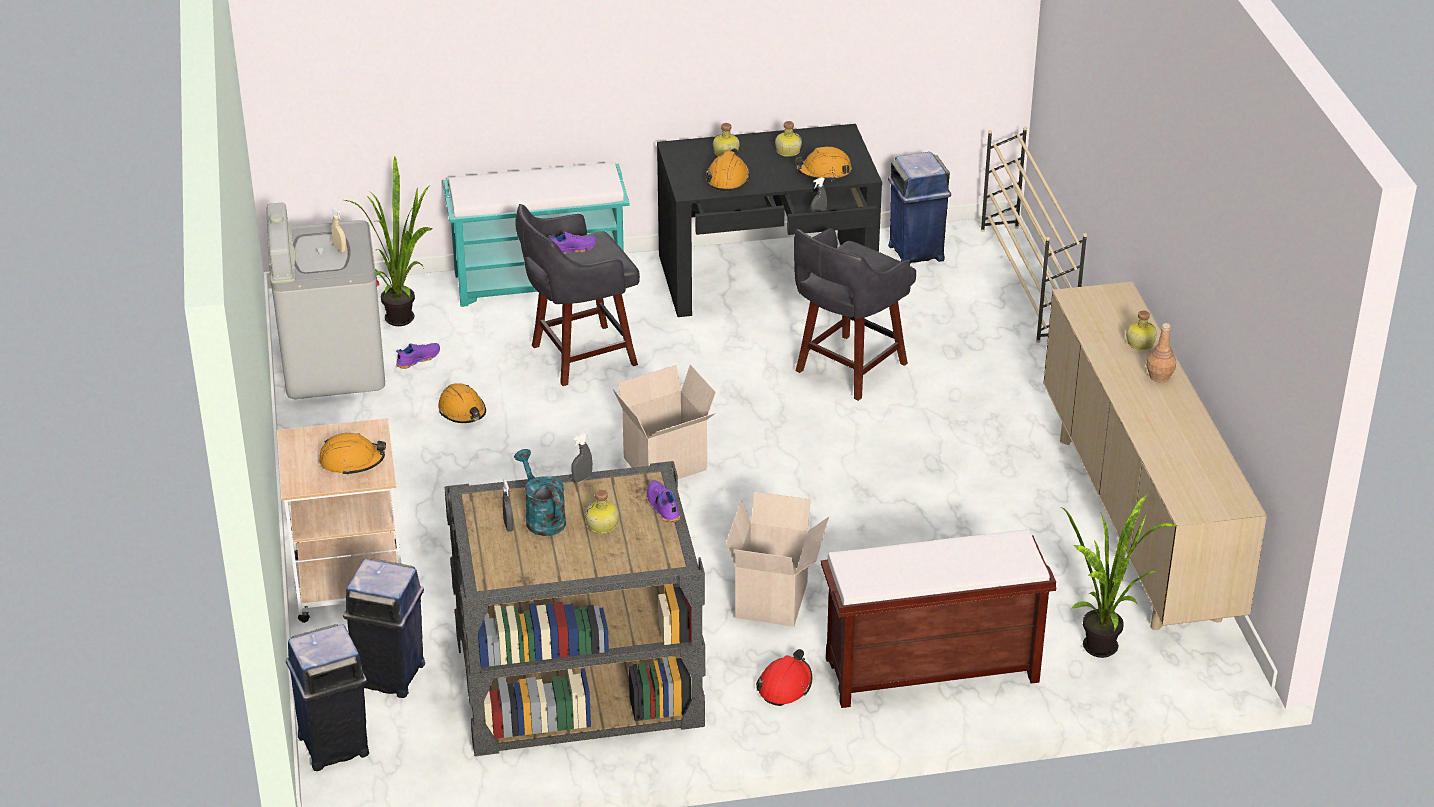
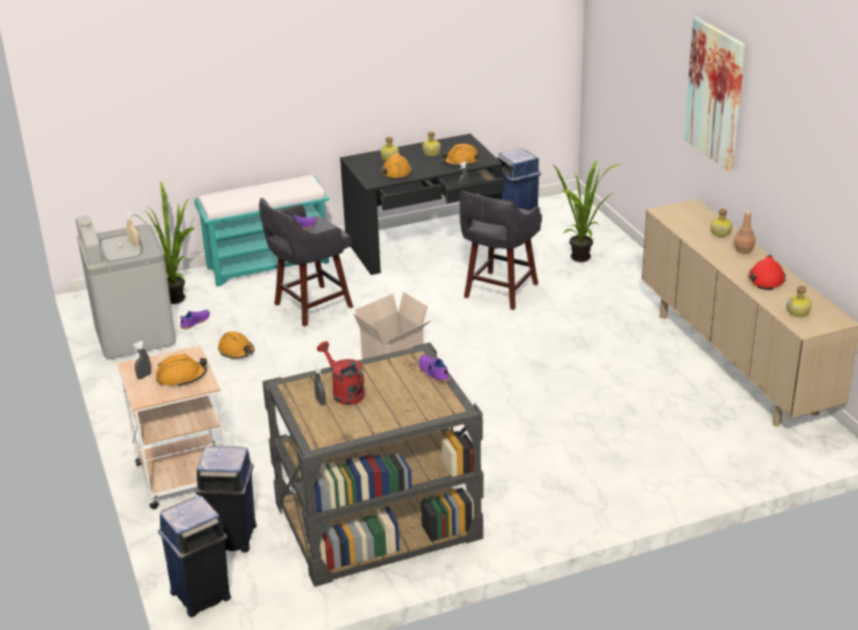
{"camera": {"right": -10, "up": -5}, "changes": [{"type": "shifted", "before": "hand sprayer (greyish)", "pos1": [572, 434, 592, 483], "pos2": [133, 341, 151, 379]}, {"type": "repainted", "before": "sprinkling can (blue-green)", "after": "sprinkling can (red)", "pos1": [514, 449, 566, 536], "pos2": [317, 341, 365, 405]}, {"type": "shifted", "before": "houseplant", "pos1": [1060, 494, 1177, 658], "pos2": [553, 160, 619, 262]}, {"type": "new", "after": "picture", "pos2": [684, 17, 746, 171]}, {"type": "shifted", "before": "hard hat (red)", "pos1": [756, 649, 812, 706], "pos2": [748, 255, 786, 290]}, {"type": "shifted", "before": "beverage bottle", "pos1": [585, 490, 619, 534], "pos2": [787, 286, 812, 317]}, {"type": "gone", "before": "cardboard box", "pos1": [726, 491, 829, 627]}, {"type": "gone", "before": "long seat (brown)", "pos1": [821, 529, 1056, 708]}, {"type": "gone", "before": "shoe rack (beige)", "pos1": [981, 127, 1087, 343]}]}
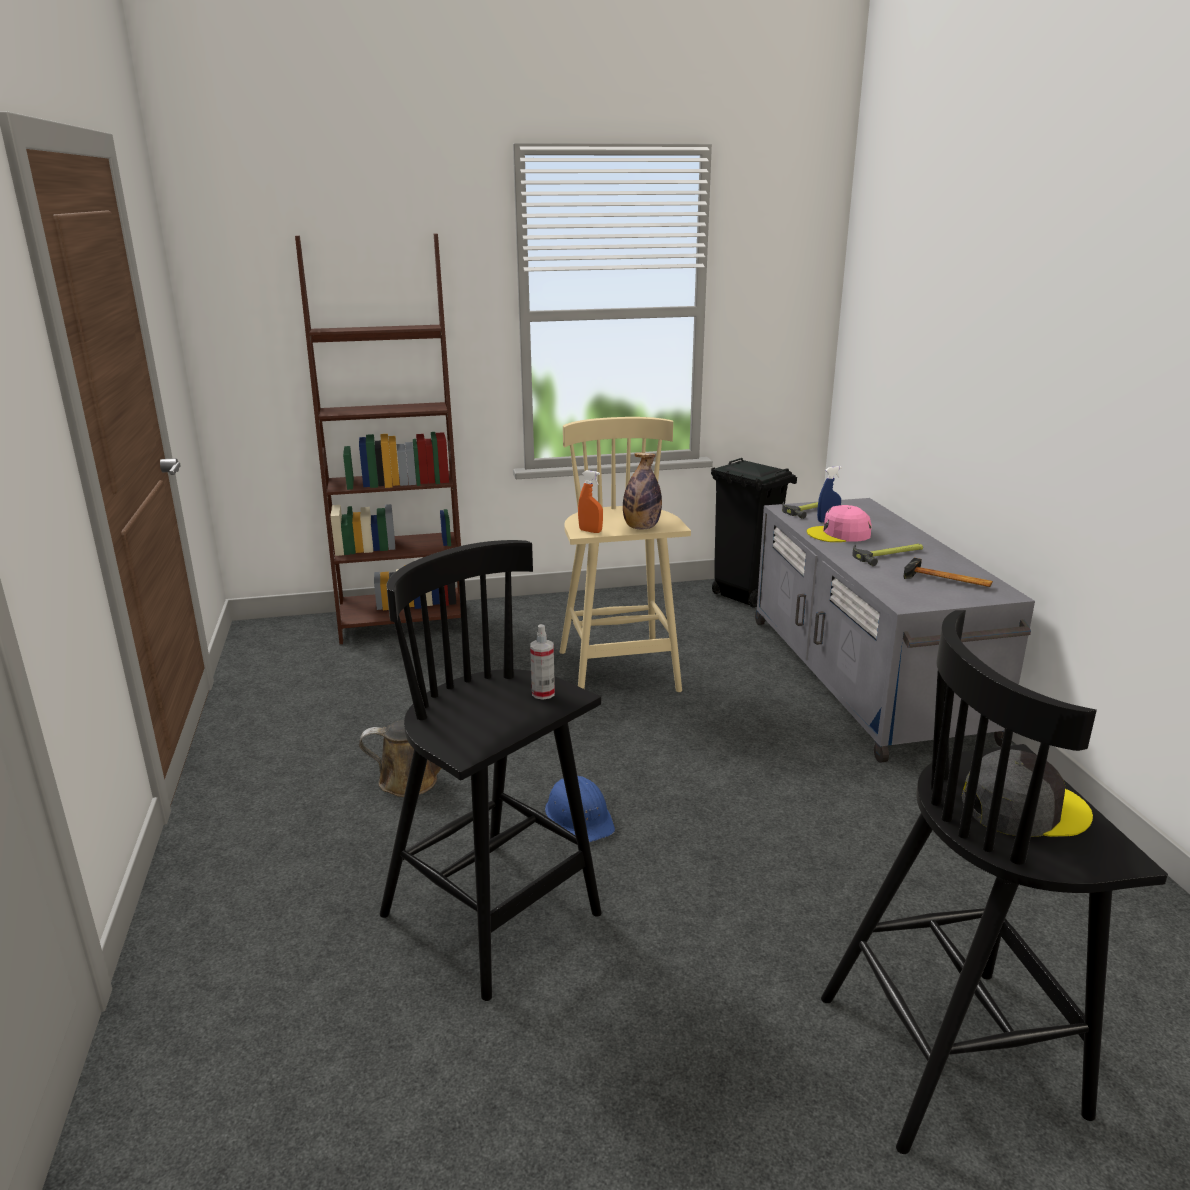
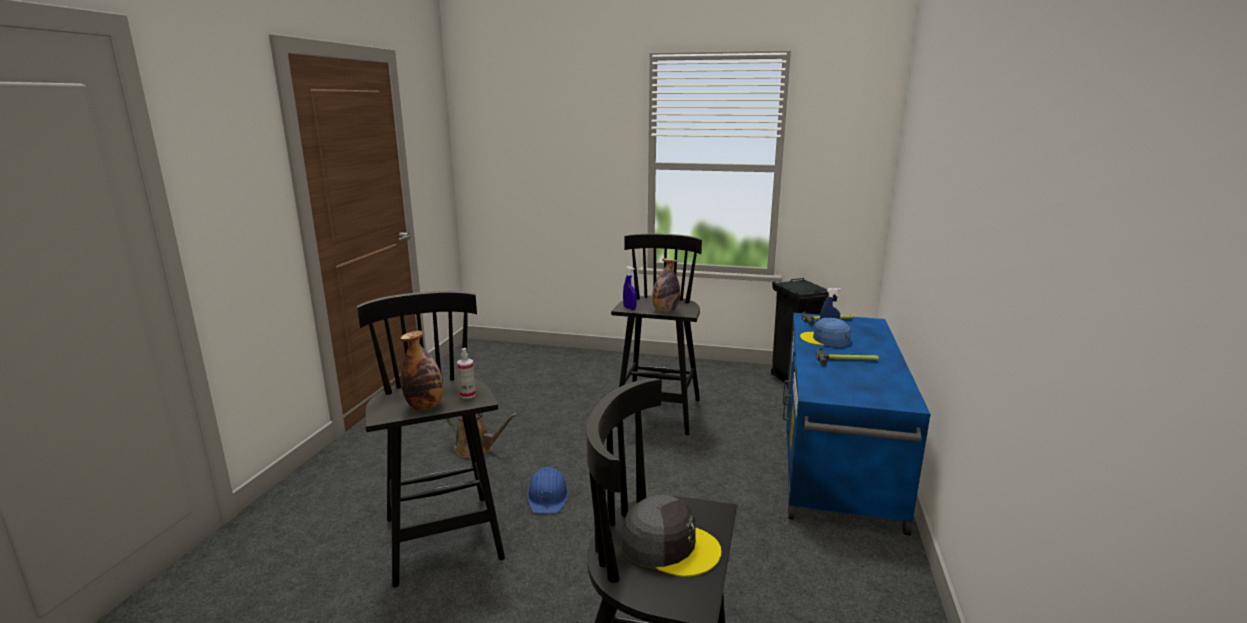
{"camera": {"right": 25, "up": -5}, "changes": [{"type": "new", "after": "beverage bottle", "pos2": [400, 330, 444, 410]}, {"type": "repainted", "before": "stool (beige)", "after": "stool (blackish)", "pos1": [560, 417, 691, 692], "pos2": [611, 233, 702, 435]}, {"type": "repainted", "before": "hand sprayer (orange)", "after": "hand sprayer (blue)", "pos1": [578, 470, 603, 533], "pos2": [623, 266, 637, 310]}, {"type": "repainted", "before": "cupboard (greyish)", "after": "cupboard (blue)", "pos1": [755, 498, 1035, 763], "pos2": [783, 313, 931, 536]}, {"type": "repainted", "before": "cap (pink-coloured)", "after": "cap (blue)", "pos1": [807, 505, 872, 542], "pos2": [800, 318, 851, 347]}, {"type": "gone", "before": "bookshelf (brown)", "pos1": [295, 233, 461, 644]}, {"type": "gone", "before": "hand hammer", "pos1": [903, 558, 993, 587]}]}
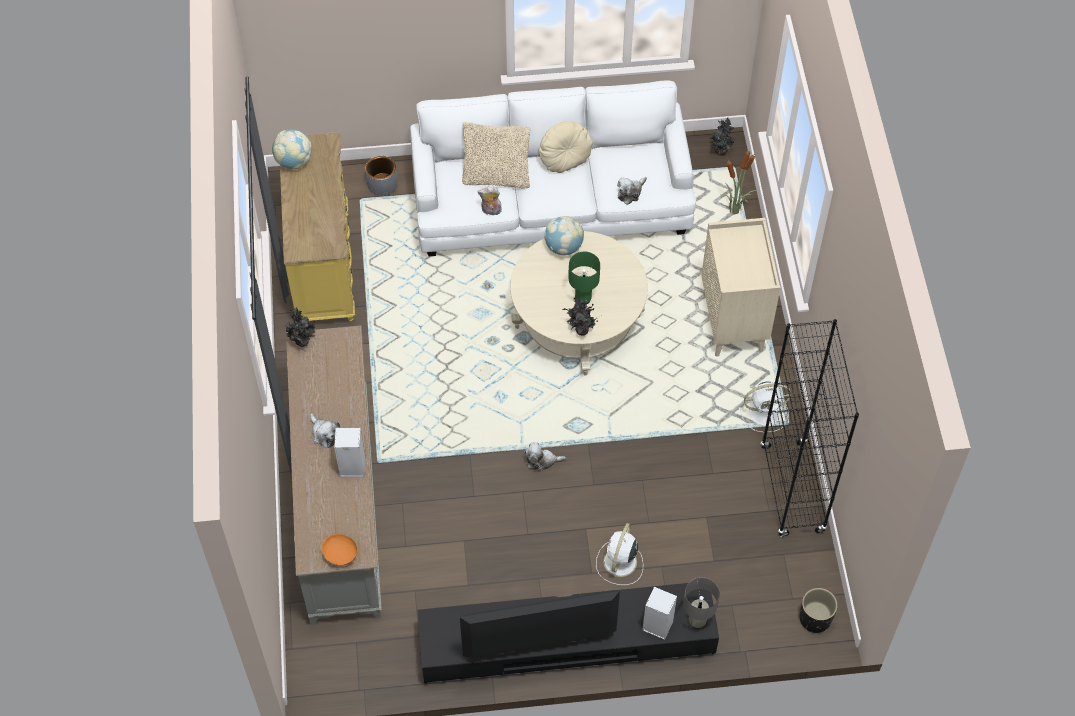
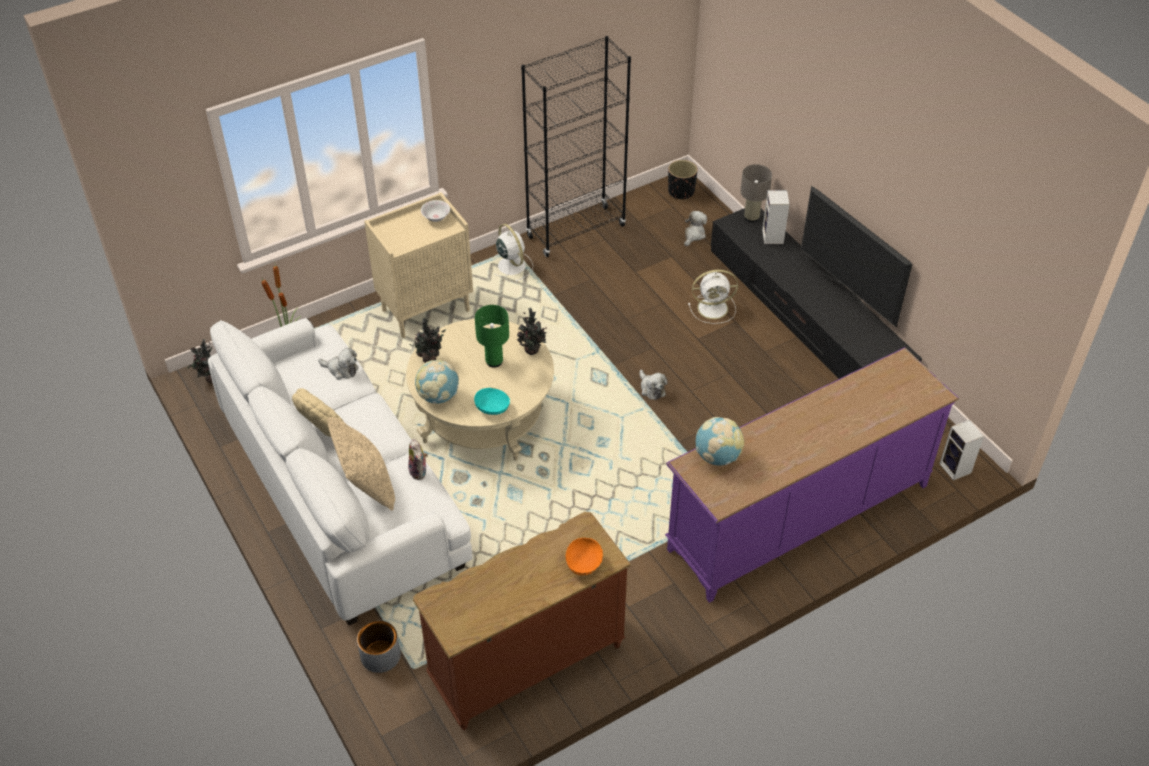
{"camera": {"right": -115, "up": -10}, "changes": [{"type": "shifted", "before": "houseplant", "pos1": [286, 307, 316, 347], "pos2": [409, 318, 446, 363]}, {"type": "repainted", "before": "chest of drawers (yellow-coloured)", "after": "chest of drawers (brown)", "pos1": [280, 132, 355, 322], "pos2": [413, 512, 631, 730]}, {"type": "new", "after": "serving bowl (whitish)", "pos2": [421, 200, 450, 222]}, {"type": "new", "after": "serving bowl (blue-green)", "pos2": [474, 388, 510, 415]}, {"type": "shifted", "before": "serving bowl (orange)", "pos1": [322, 534, 358, 565], "pos2": [566, 537, 603, 575]}, {"type": "repainted", "before": "cupboard (greyish)", "after": "cupboard (purple)", "pos1": [286, 325, 382, 625], "pos2": [665, 347, 959, 603]}, {"type": "shifted", "before": "cuddly toy", "pos1": [310, 413, 340, 448], "pos2": [684, 211, 707, 246]}, {"type": "shifted", "before": "globe", "pos1": [272, 129, 312, 169], "pos2": [696, 417, 744, 466]}, {"type": "shifted", "before": "speaker", "pos1": [334, 428, 365, 477], "pos2": [940, 420, 984, 481]}]}
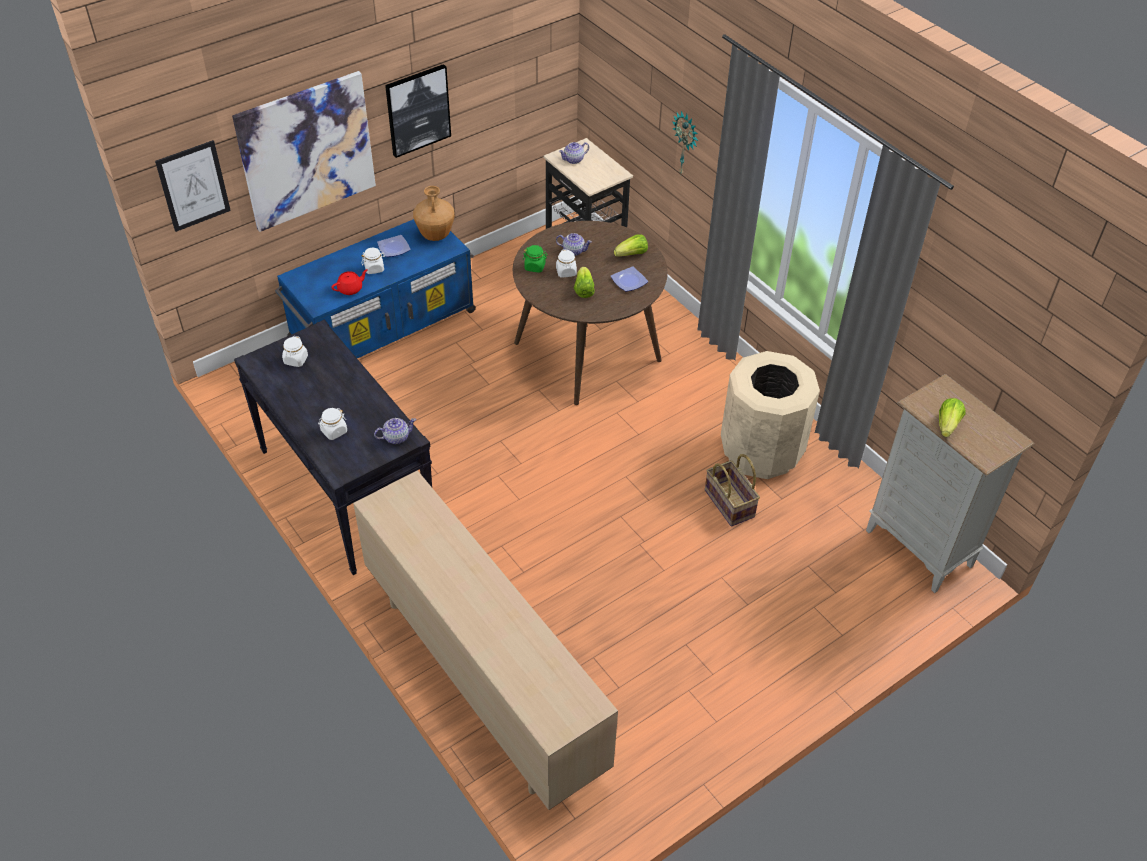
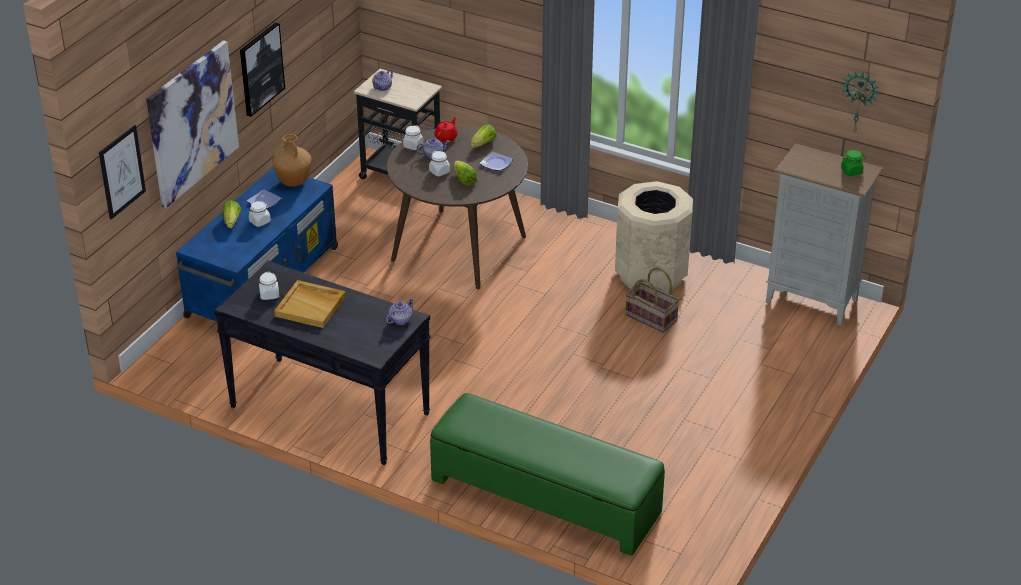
{"camera": {"right": -25, "up": -10}, "changes": [{"type": "shifted", "before": "lettuce head", "pos1": [939, 398, 966, 437], "pos2": [223, 200, 242, 228]}, {"type": "new", "after": "serving tray (beige)", "pos2": [274, 280, 346, 328]}, {"type": "shifted", "before": "storage jar (whitish)", "pos1": [318, 408, 347, 440], "pos2": [403, 125, 424, 150]}, {"type": "swapped", "before": "cupboard (beige)", "after": "long seat (green)", "pos1": [353, 470, 618, 810], "pos2": [430, 393, 665, 556]}, {"type": "shifted", "before": "teapot (red)", "pos1": [331, 269, 368, 295], "pos2": [435, 117, 458, 142]}, {"type": "shifted", "before": "storage jar (green)", "pos1": [523, 245, 548, 273], "pos2": [841, 150, 865, 176]}, {"type": "shifted", "before": "clock on the wall", "pos1": [672, 111, 698, 174], "pos2": [842, 72, 879, 133]}]}
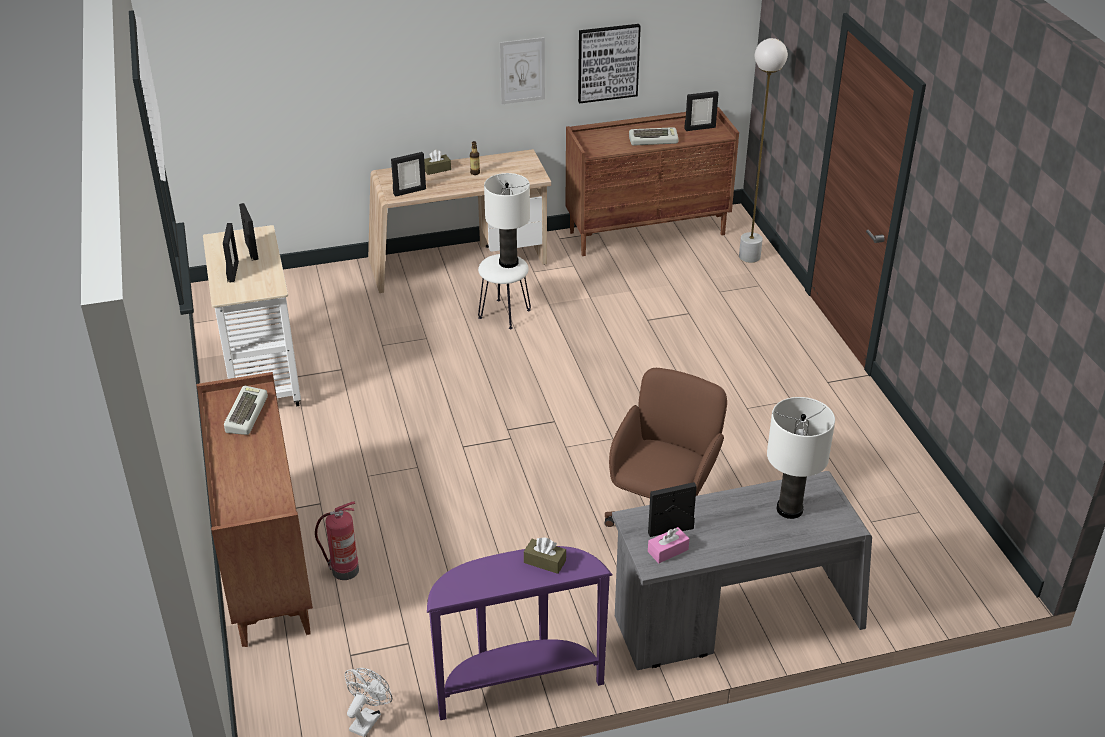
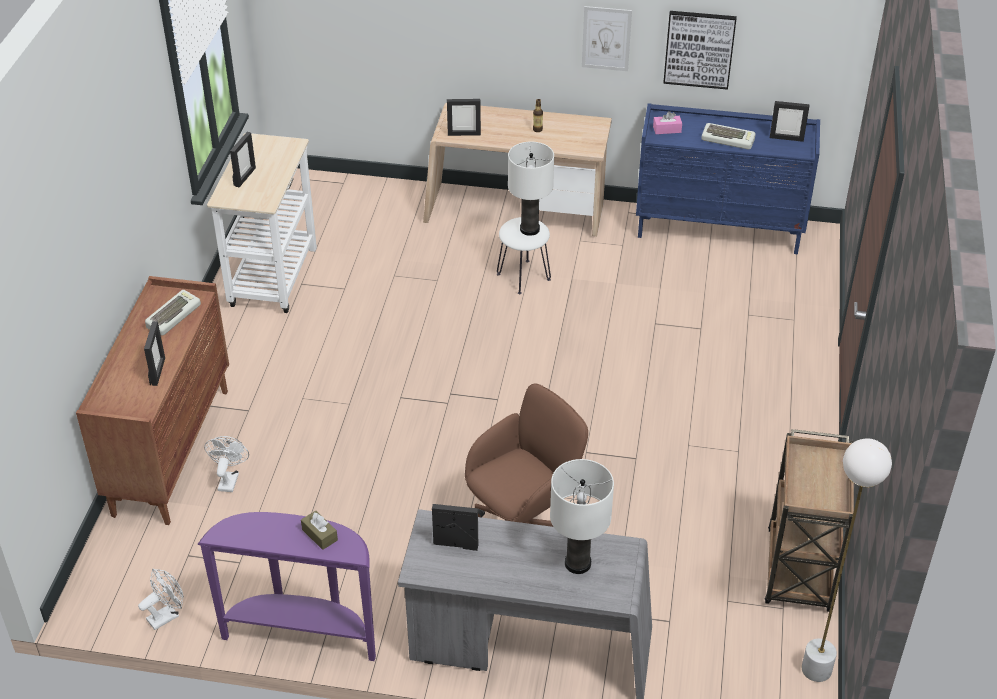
{"camera": {"right": 25, "up": 5}, "changes": [{"type": "shifted", "before": "photo frame", "pos1": [239, 203, 258, 261], "pos2": [144, 321, 165, 386]}, {"type": "swapped", "before": "fire-fighting cylinder", "after": "cooling fan (whitish)", "pos1": [315, 502, 359, 580], "pos2": [204, 436, 249, 492]}, {"type": "repainted", "before": "cupboard (brown)", "after": "cupboard (blue)", "pos1": [566, 107, 739, 256], "pos2": [636, 103, 820, 254]}, {"type": "shifted", "before": "tissue box (pink-coloured)", "pos1": [648, 527, 689, 563], "pos2": [653, 111, 682, 134]}, {"type": "new", "after": "wheeled cart (brown)", "pos2": [764, 429, 855, 612]}, {"type": "shifted", "before": "standing lamp (whitish)", "pos1": [739, 38, 788, 263], "pos2": [802, 438, 892, 682]}, {"type": "gone", "before": "tissue box (brown)", "pos1": [424, 150, 451, 175]}]}
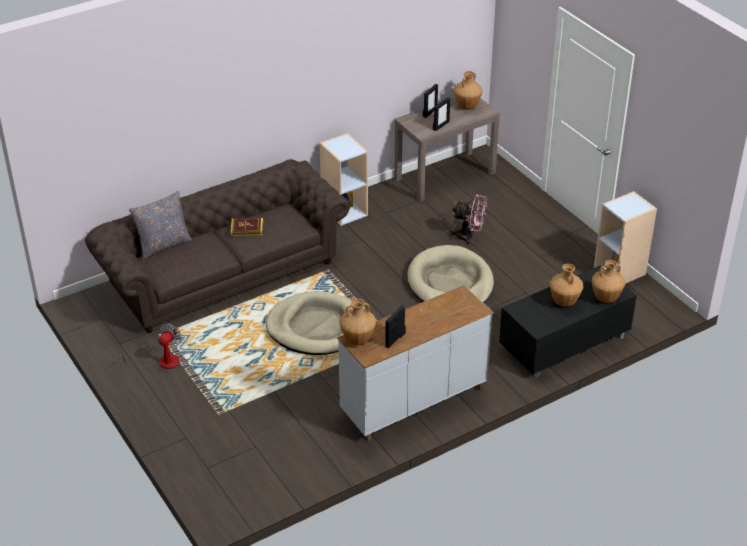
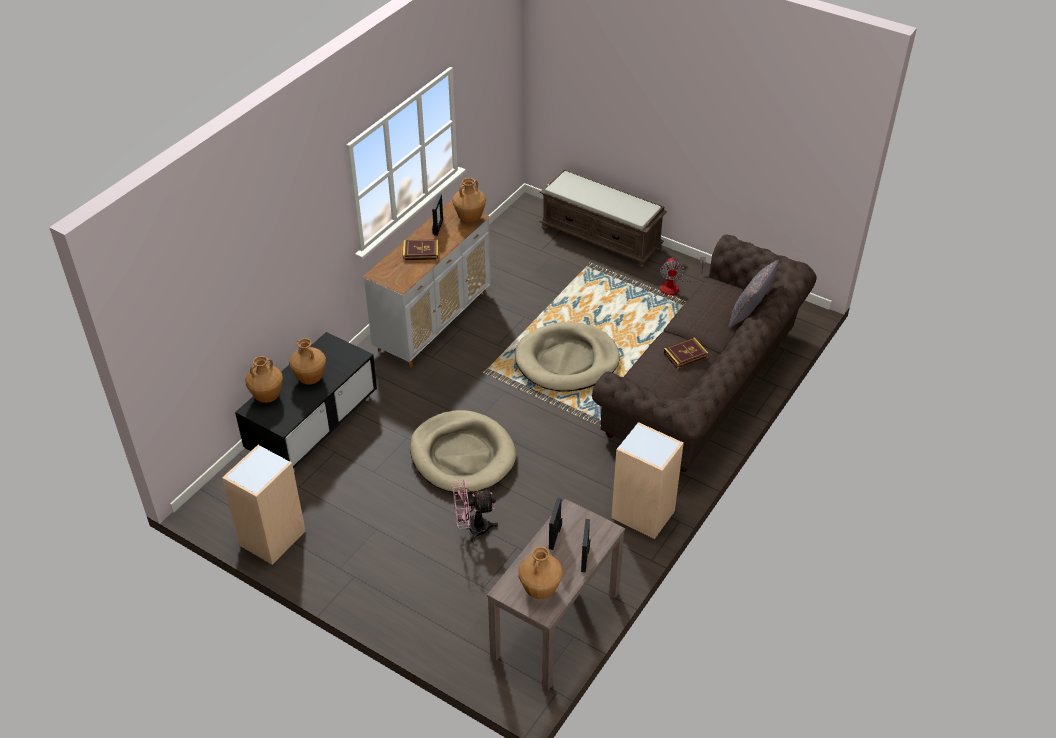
{"camera": {"right": 155, "up": 5}, "changes": [{"type": "new", "after": "book", "pos2": [403, 239, 439, 260]}, {"type": "new", "after": "long seat (brown)", "pos2": [540, 169, 667, 268]}]}
